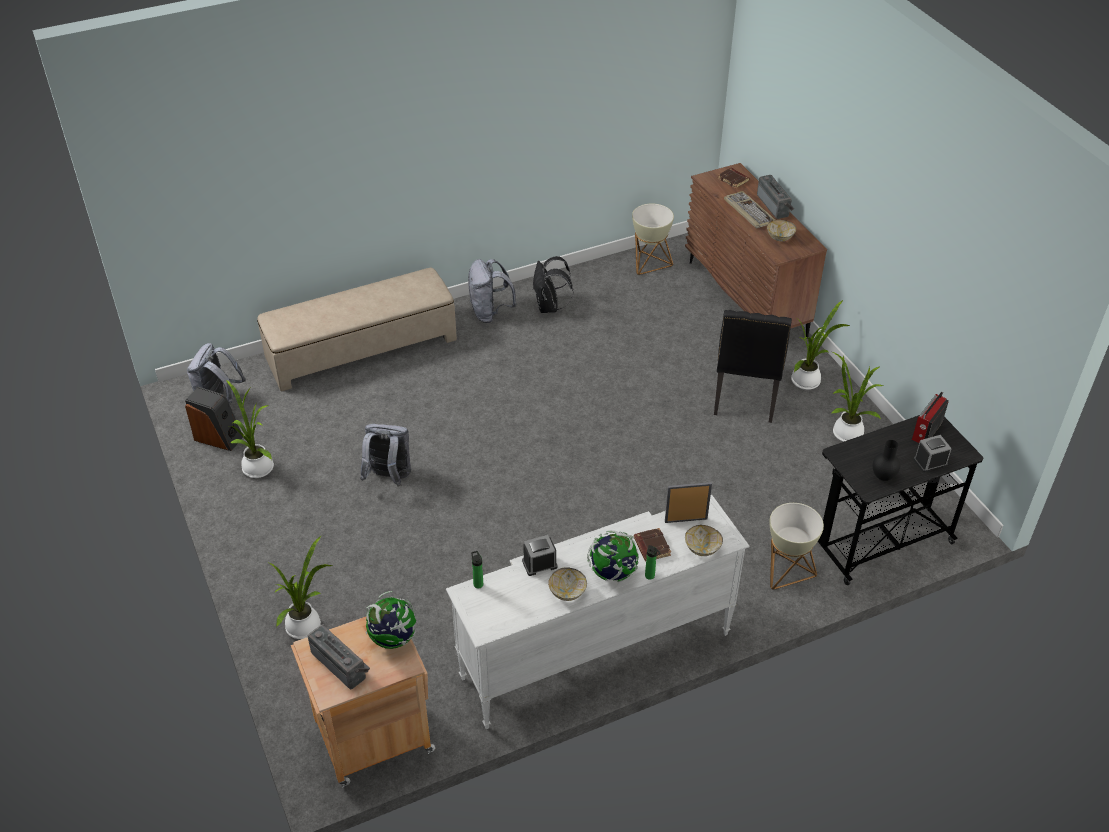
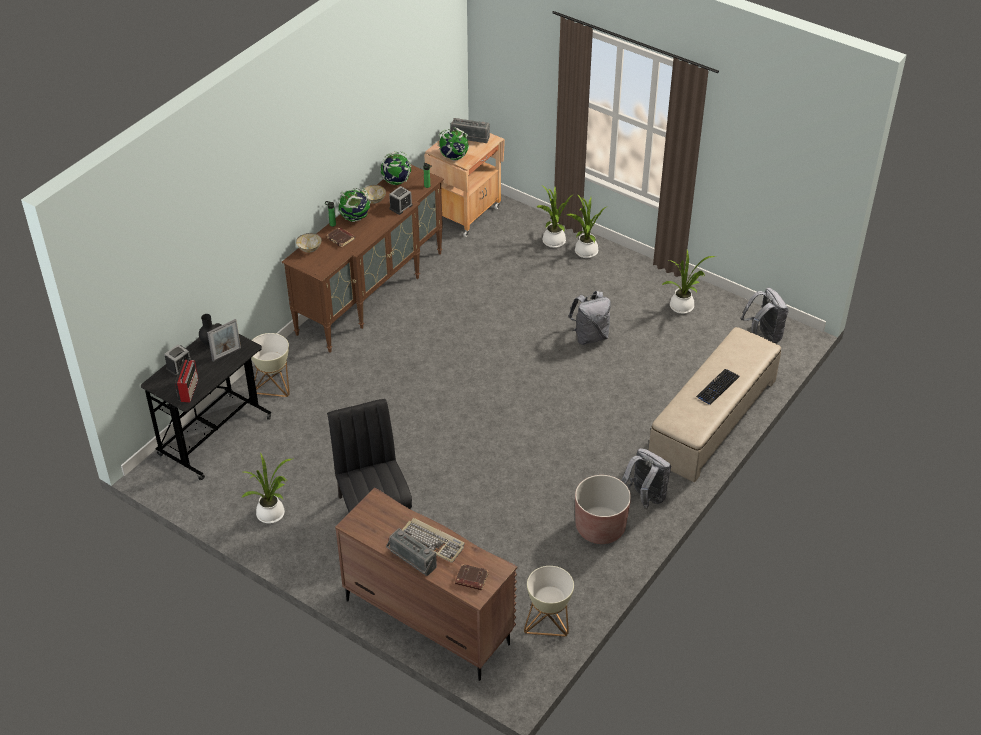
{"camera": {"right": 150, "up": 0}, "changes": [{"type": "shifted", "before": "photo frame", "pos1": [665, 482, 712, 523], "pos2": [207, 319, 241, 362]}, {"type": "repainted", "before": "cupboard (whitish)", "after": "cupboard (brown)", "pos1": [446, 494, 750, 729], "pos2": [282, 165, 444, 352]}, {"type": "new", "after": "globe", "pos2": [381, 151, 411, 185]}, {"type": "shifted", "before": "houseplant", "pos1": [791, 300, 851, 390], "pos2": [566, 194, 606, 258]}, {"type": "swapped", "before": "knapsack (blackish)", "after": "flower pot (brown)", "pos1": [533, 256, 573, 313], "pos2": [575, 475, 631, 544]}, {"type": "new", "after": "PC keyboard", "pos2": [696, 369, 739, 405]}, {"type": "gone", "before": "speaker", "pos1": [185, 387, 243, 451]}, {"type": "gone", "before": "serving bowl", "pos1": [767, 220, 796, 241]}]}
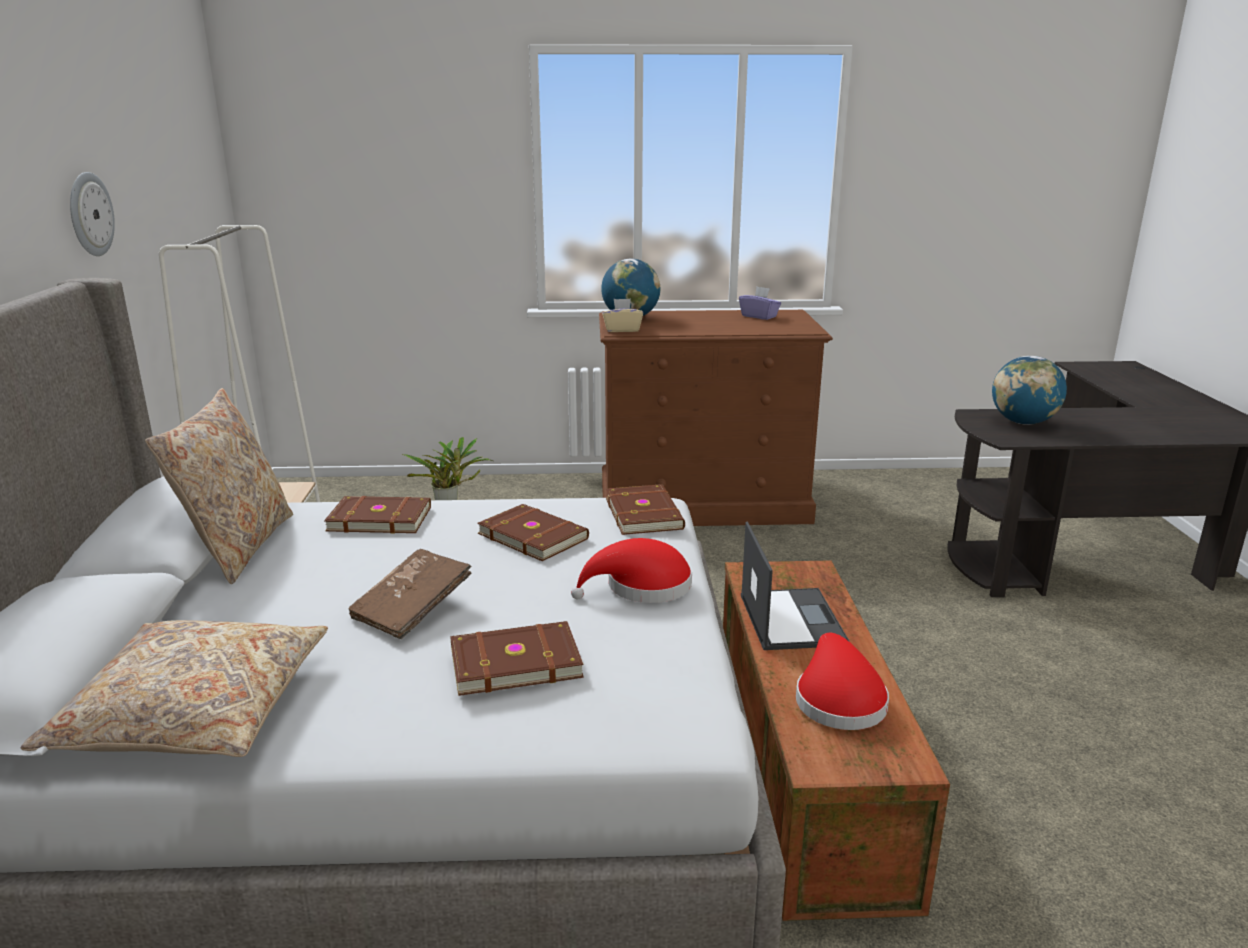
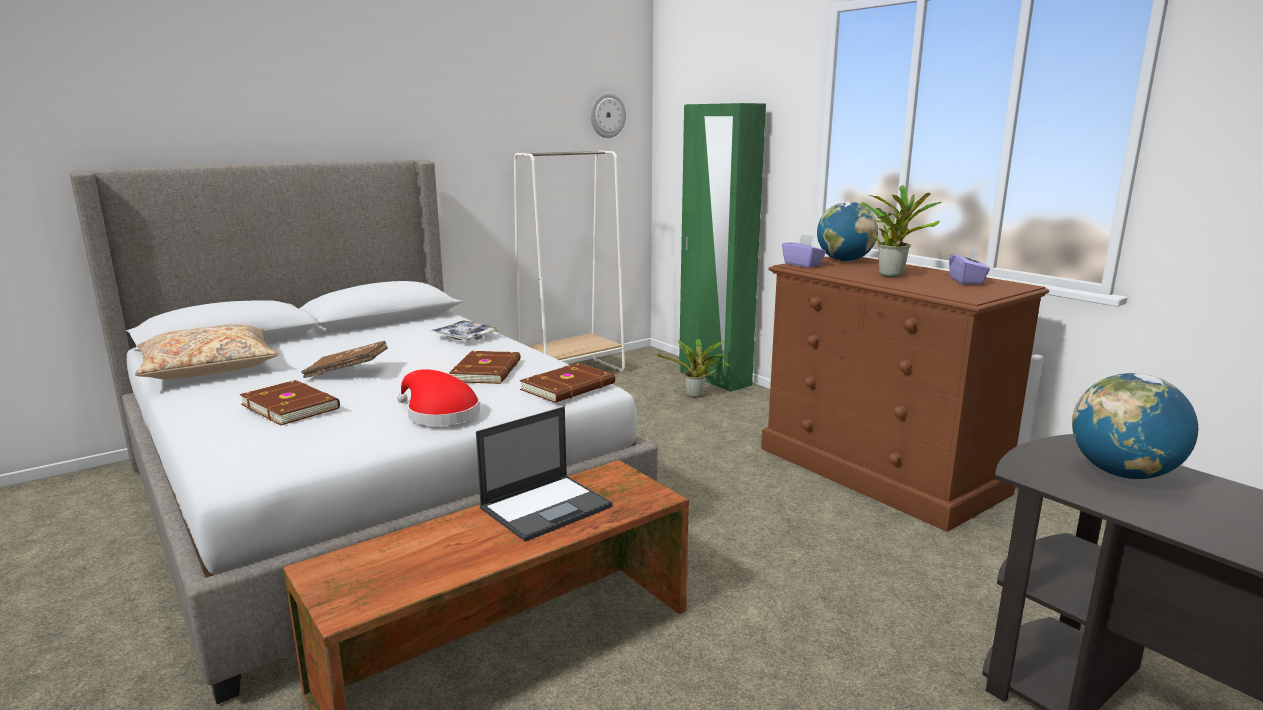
{"camera": {"right": 55, "up": -5}, "changes": [{"type": "swapped", "before": "book (brown)", "after": "serving tray", "pos1": [324, 496, 431, 534], "pos2": [430, 320, 501, 340]}, {"type": "shifted", "before": "clock on the wall", "pos1": [70, 172, 115, 256], "pos2": [590, 92, 626, 138]}, {"type": "new", "after": "wardrobe (green)", "pos2": [679, 103, 766, 392]}, {"type": "repainted", "before": "tissue box (beige)", "after": "tissue box (purple)", "pos1": [602, 298, 643, 332], "pos2": [782, 234, 826, 268]}, {"type": "new", "after": "houseplant", "pos2": [861, 185, 942, 277]}, {"type": "gone", "before": "pillow (beige)", "pos1": [145, 388, 293, 584]}, {"type": "gone", "before": "hat (red)", "pos1": [796, 633, 889, 730]}]}
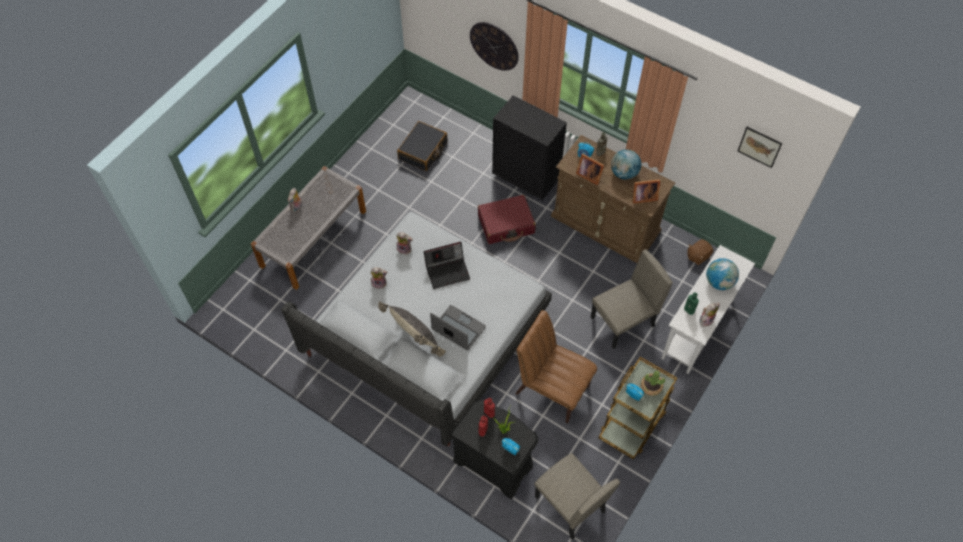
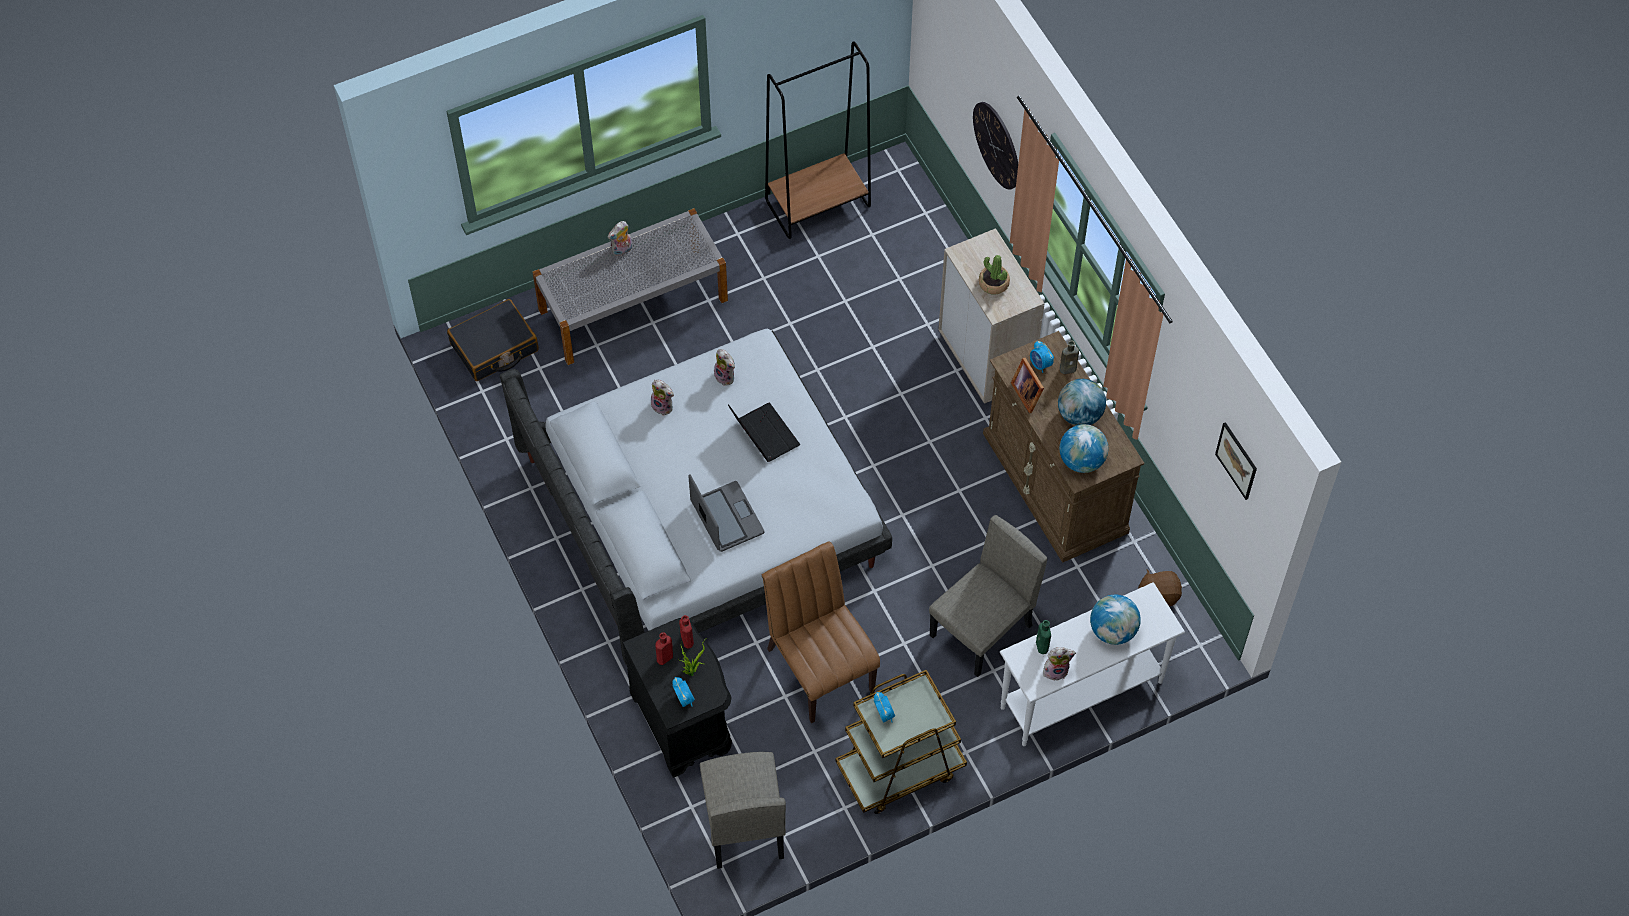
{"camera": {"right": 30, "up": 0}, "changes": [{"type": "shifted", "before": "travel case (blackish)", "pos1": [397, 121, 447, 171], "pos2": [447, 299, 539, 381]}, {"type": "rotated", "before": "portable computer", "pos1": [424, 242, 470, 289], "pos2": [728, 403, 800, 462], "turn": -135}, {"type": "new", "after": "garment rack", "pos2": [765, 41, 871, 239]}, {"type": "rotated", "before": "plain chair (beige)", "pos1": [591, 249, 673, 349], "pos2": [929, 515, 1047, 677], "turn": -45}, {"type": "repainted", "before": "cupboard (blackish)", "after": "cupboard (beige)", "pos1": [492, 95, 567, 200], "pos2": [939, 228, 1045, 404]}, {"type": "shifted", "before": "houseplant", "pos1": [641, 371, 665, 396], "pos2": [979, 255, 1010, 295]}, {"type": "swapped", "before": "photo frame", "after": "globe", "pos1": [631, 179, 660, 204], "pos2": [1060, 424, 1108, 473]}, {"type": "gone", "before": "pillow", "pos1": [378, 301, 446, 357]}, {"type": "gone", "before": "travel case (red)", "pos1": [478, 195, 536, 244]}]}
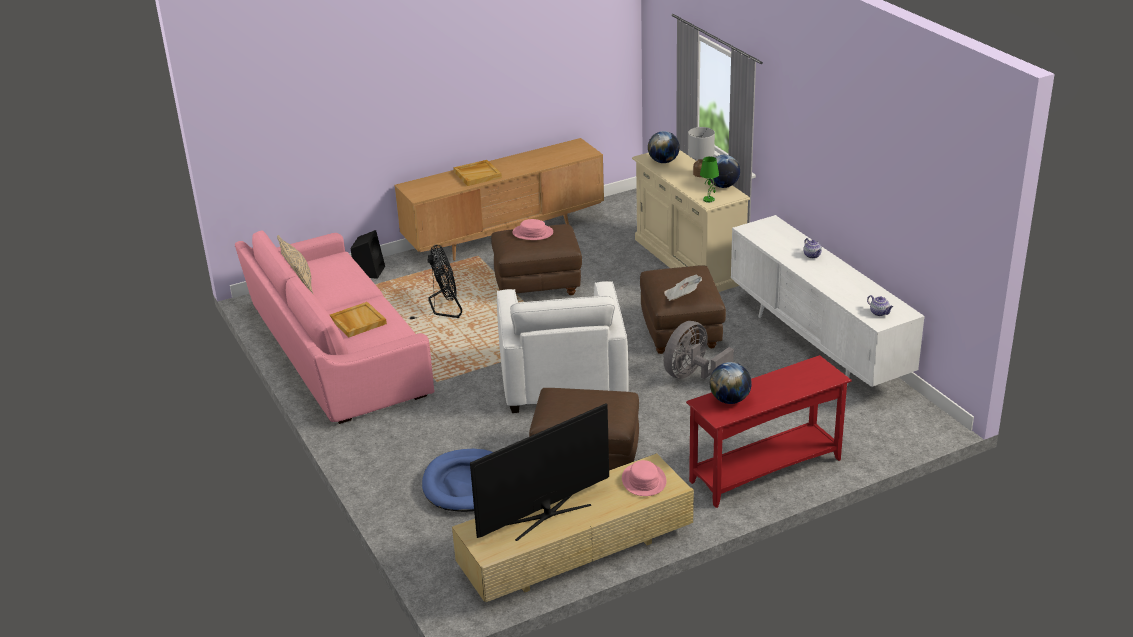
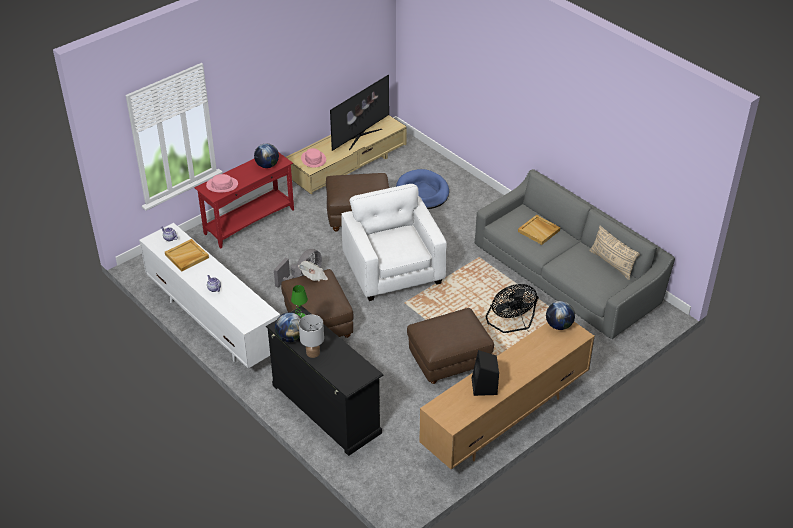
{"camera": {"right": 165, "up": 10}, "changes": [{"type": "shifted", "before": "serving tray (beige)", "pos1": [453, 160, 502, 186], "pos2": [165, 239, 209, 271]}, {"type": "shifted", "before": "hat (pink-coloured)", "pos1": [513, 219, 553, 240], "pos2": [206, 174, 238, 192]}, {"type": "repainted", "before": "cupboard (beige)", "after": "cupboard (blackish)", "pos1": [632, 150, 750, 292], "pos2": [266, 306, 384, 456]}, {"type": "shifted", "before": "speaker (blackish)", "pos1": [351, 230, 385, 279], "pos2": [472, 350, 499, 396]}, {"type": "repainted", "before": "settee (pink-coloured)", "after": "settee (greyish)", "pos1": [235, 230, 434, 424], "pos2": [474, 169, 675, 339]}, {"type": "rotated", "before": "cooling fan (blackish)", "pos1": [409, 245, 462, 319], "pos2": [486, 284, 539, 333], "turn": 105}, {"type": "shifted", "before": "globe", "pos1": [648, 131, 680, 163], "pos2": [546, 301, 575, 330]}]}
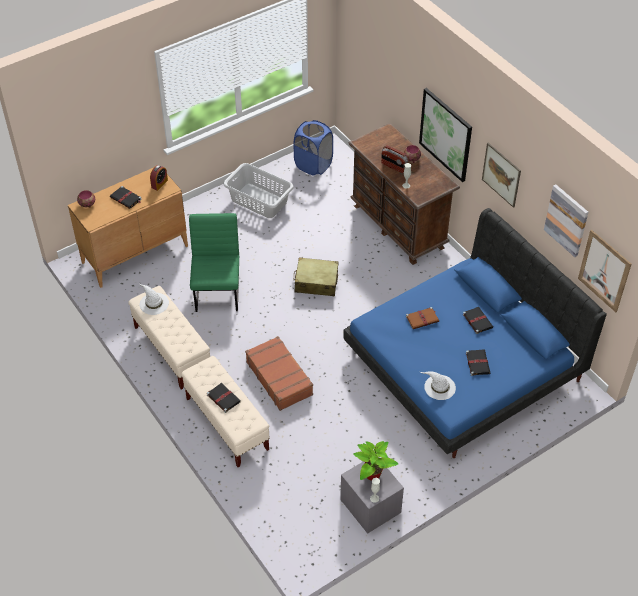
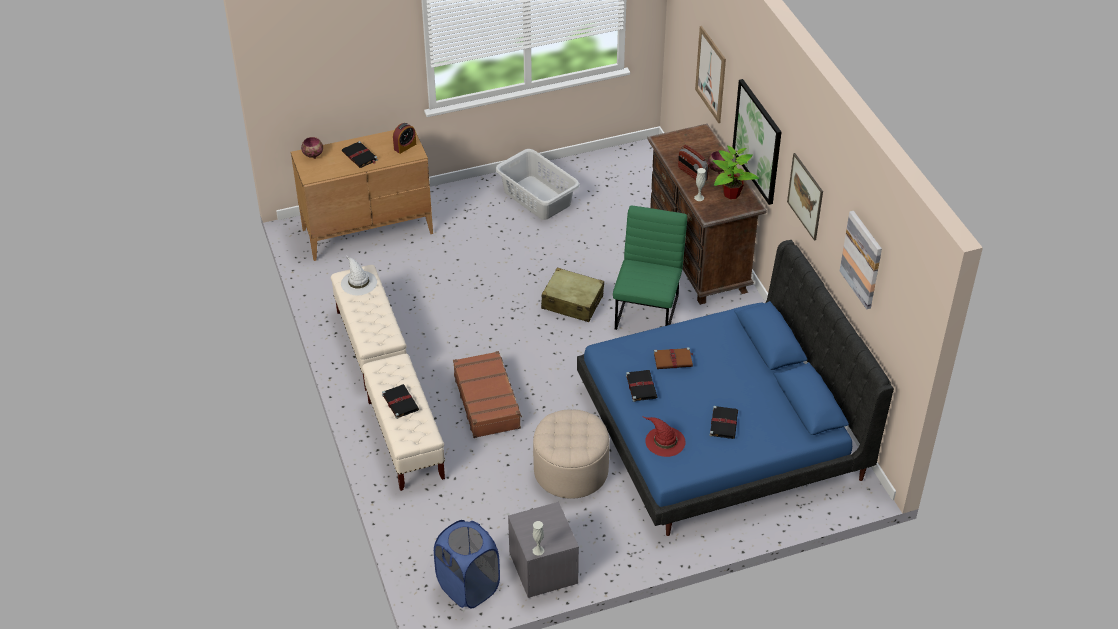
{"camera": {"right": 15, "up": -5}, "changes": [{"type": "shifted", "before": "laundry basket (blue)", "pos1": [294, 120, 333, 176], "pos2": [434, 520, 500, 609]}, {"type": "new", "after": "pouffe (beige)", "pos2": [533, 409, 610, 499]}, {"type": "shifted", "before": "plain chair (green)", "pos1": [189, 213, 239, 312], "pos2": [613, 206, 687, 330]}, {"type": "shifted", "before": "book (blackish)", "pos1": [463, 307, 493, 334], "pos2": [626, 370, 657, 402]}, {"type": "repainted", "before": "hat (whitish)", "after": "hat (red)", "pos1": [420, 371, 456, 400], "pos2": [642, 416, 686, 457]}, {"type": "shifted", "before": "picture", "pos1": [578, 230, 631, 312], "pos2": [695, 26, 726, 123]}, {"type": "shifted", "before": "houseplant", "pos1": [353, 441, 398, 481], "pos2": [713, 145, 759, 199]}]}
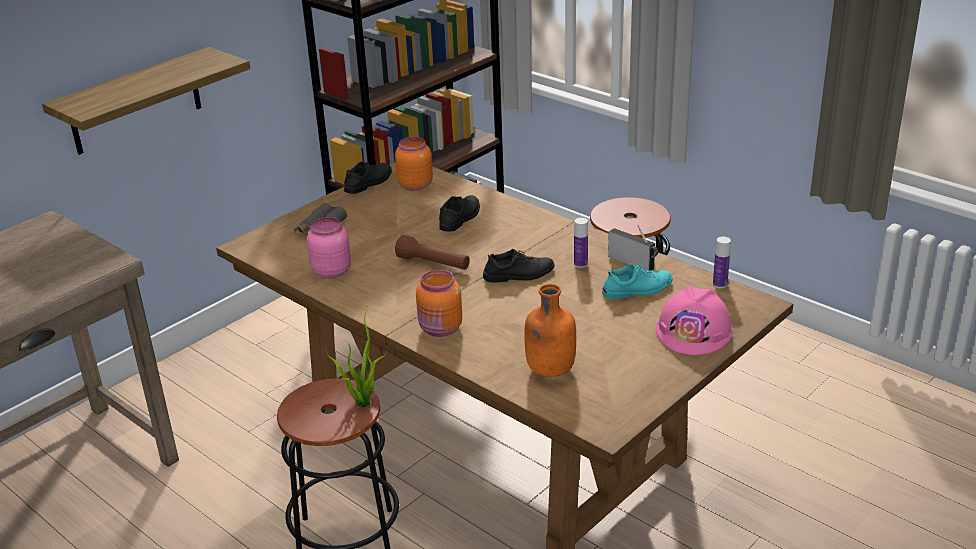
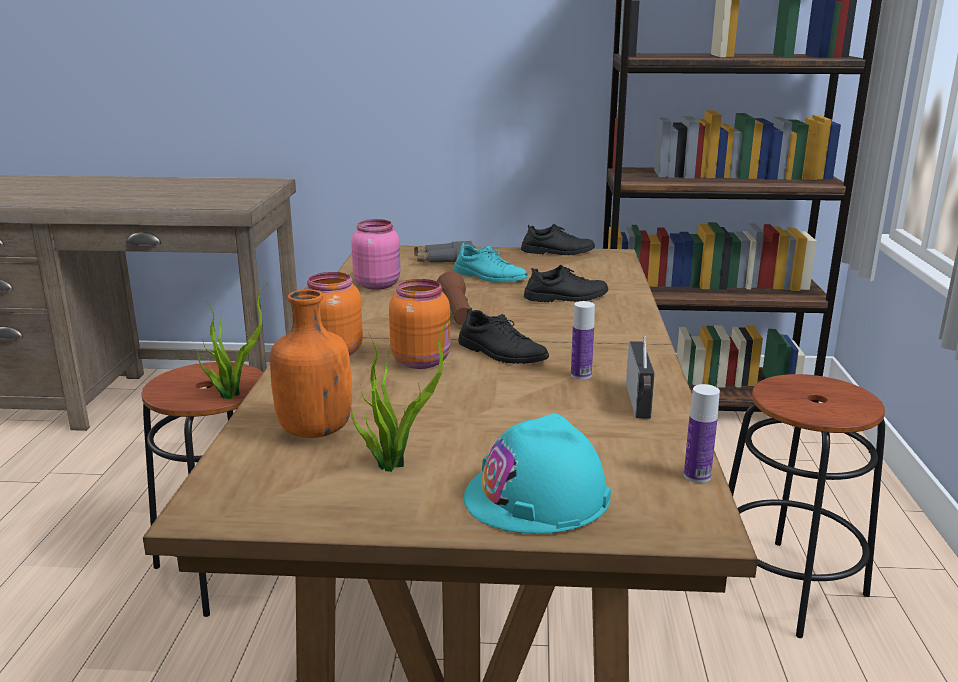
{"camera": {"right": 50, "up": -10}, "changes": [{"type": "new", "after": "houseplant", "pos2": [349, 314, 455, 472]}, {"type": "shifted", "before": "storage jar (orange)", "pos1": [395, 137, 433, 191], "pos2": [389, 279, 450, 369]}, {"type": "shifted", "before": "shoe (blue-green)", "pos1": [602, 264, 673, 299], "pos2": [454, 243, 528, 283]}, {"type": "repainted", "before": "hard hat (pink-coloured)", "after": "hard hat (blue-green)", "pos1": [656, 286, 732, 355], "pos2": [464, 413, 611, 534]}, {"type": "gone", "before": "wall shelf", "pos1": [42, 47, 250, 155]}]}
